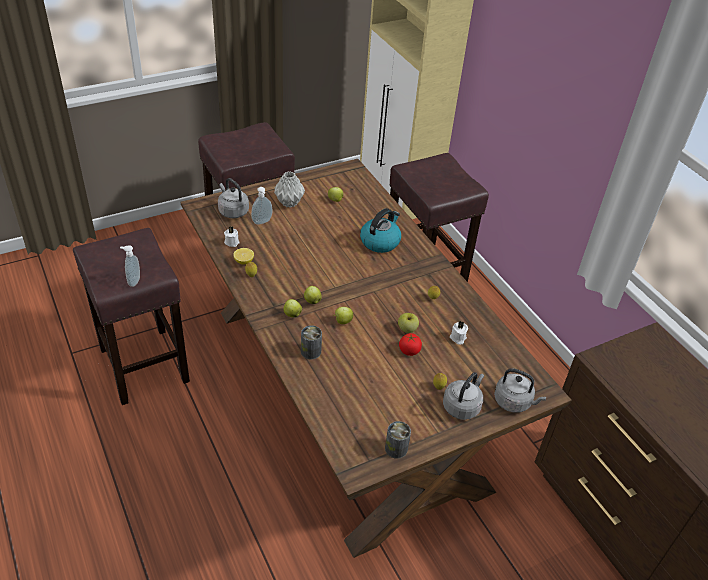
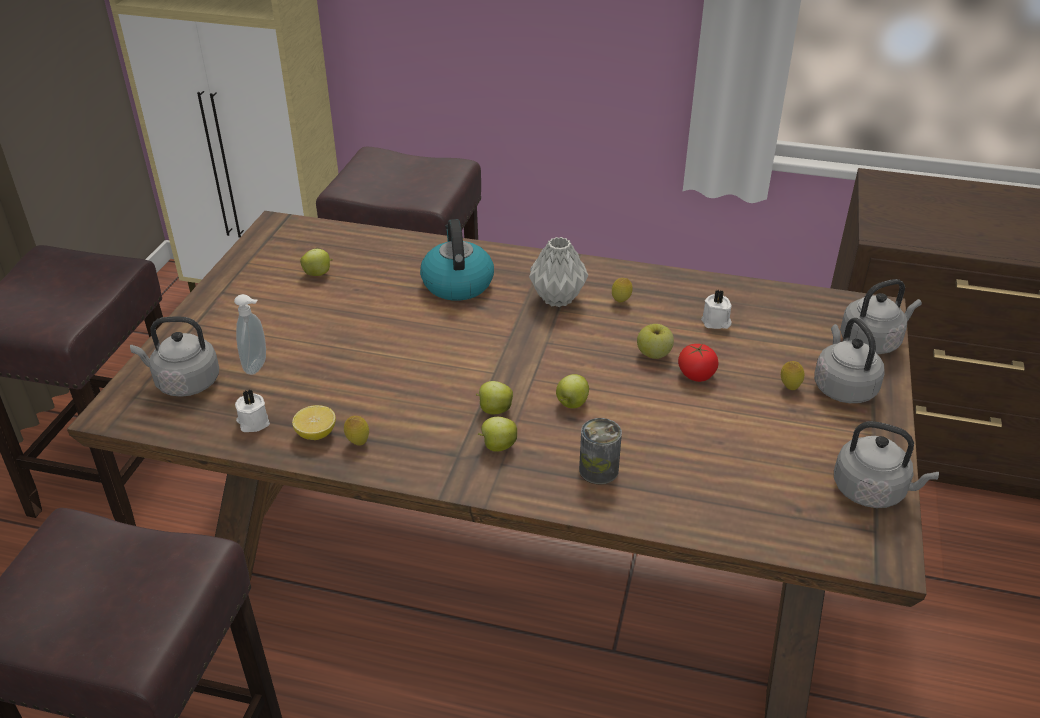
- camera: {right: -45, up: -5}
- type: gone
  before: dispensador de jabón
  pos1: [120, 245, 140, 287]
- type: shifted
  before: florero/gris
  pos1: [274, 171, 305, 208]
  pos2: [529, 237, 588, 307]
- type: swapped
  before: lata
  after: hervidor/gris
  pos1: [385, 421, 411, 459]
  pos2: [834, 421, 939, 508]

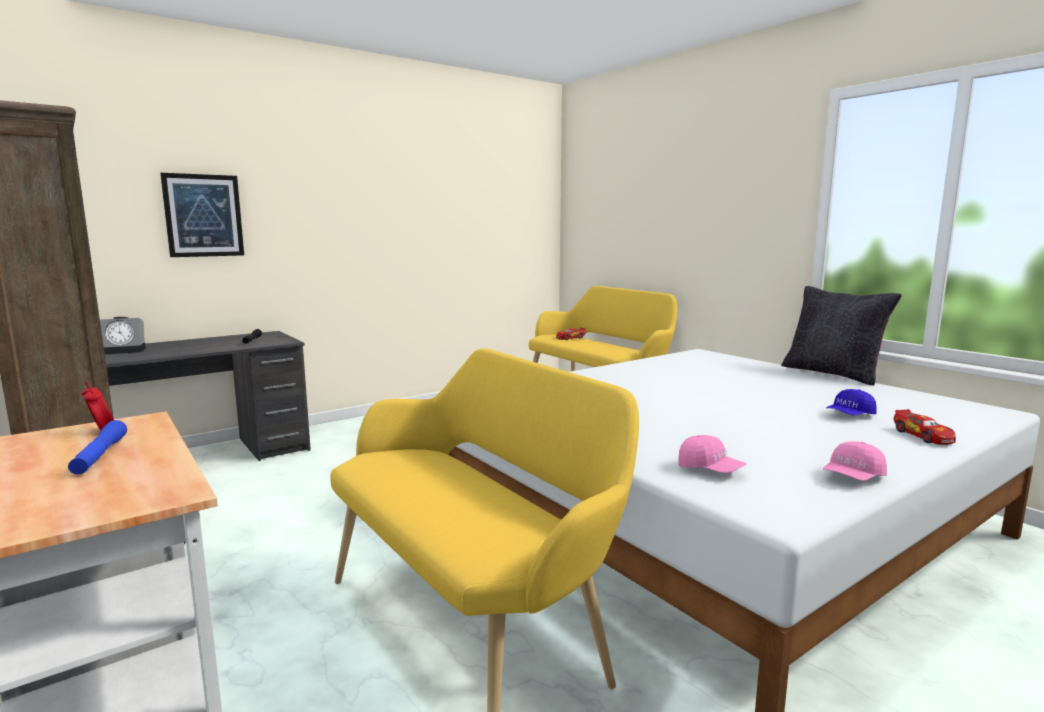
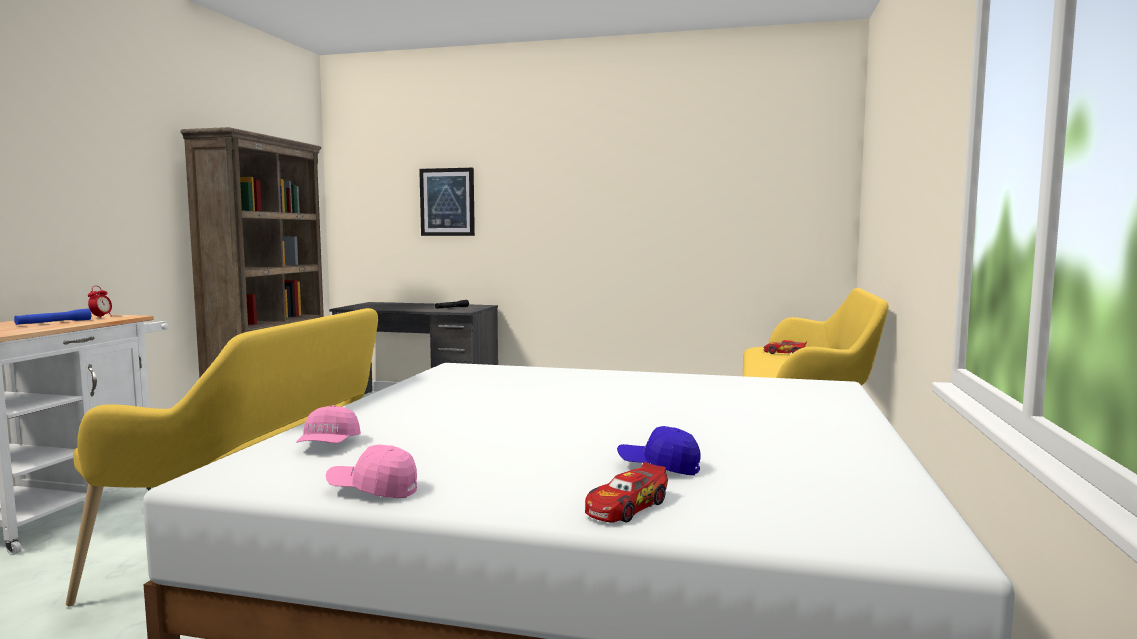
- camera: {right: 50, up: -5}
- type: gone
  before: despertador
  pos1: [100, 317, 146, 354]
- type: gone
  before: cojín/negro
  pos1: [781, 286, 902, 385]

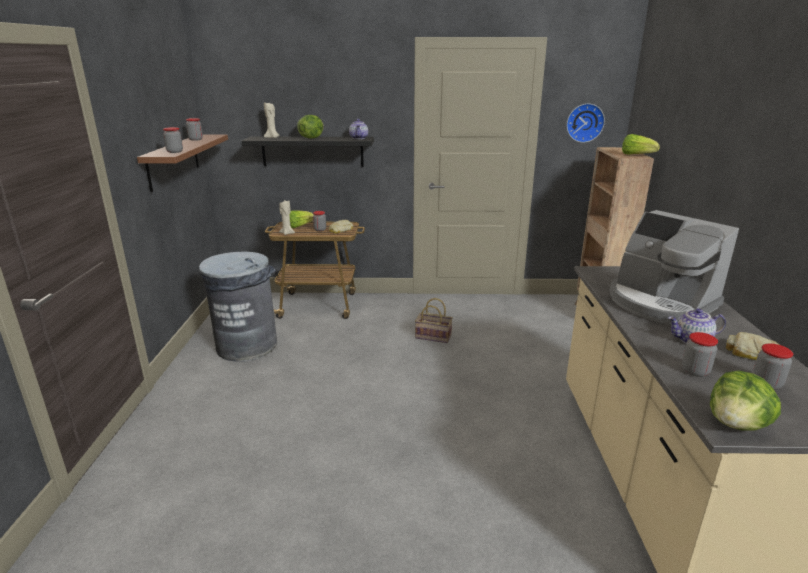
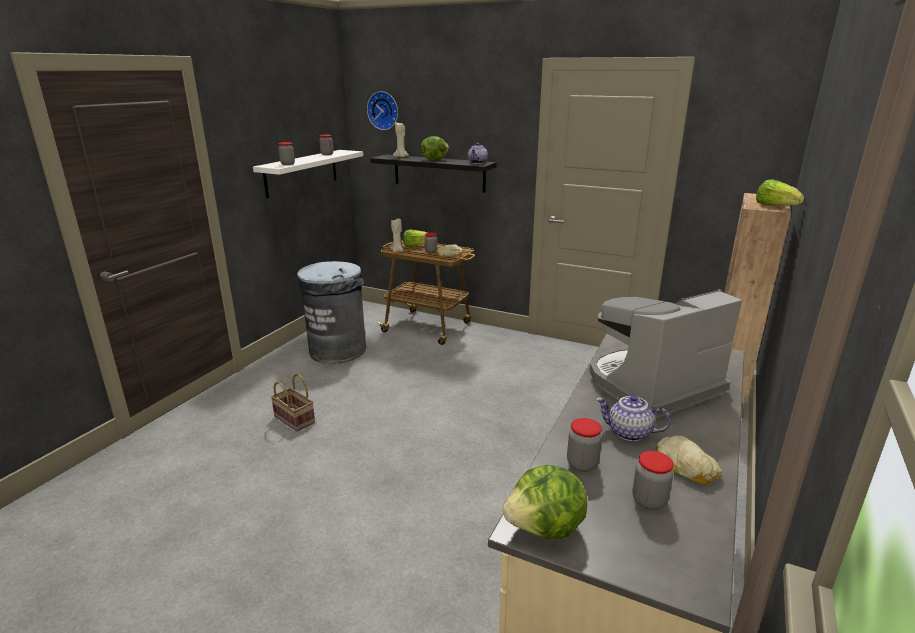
- camera: {right: 25, up: 0}
- type: shifted
  before: cesta
  pos1: [415, 298, 453, 343]
  pos2: [271, 374, 315, 431]
- type: shifted
  before: reloj de pared
  pos1: [566, 103, 605, 143]
  pos2: [367, 91, 398, 130]
- type: repainted
  before: estante/marrón
  after: estante/blanco
  pos1: [137, 135, 228, 192]
  pos2: [253, 150, 363, 198]
- type: rotated
  before: cafetera
  pos1: [609, 210, 739, 324]
  pos2: [589, 289, 742, 419]
  turn: 75

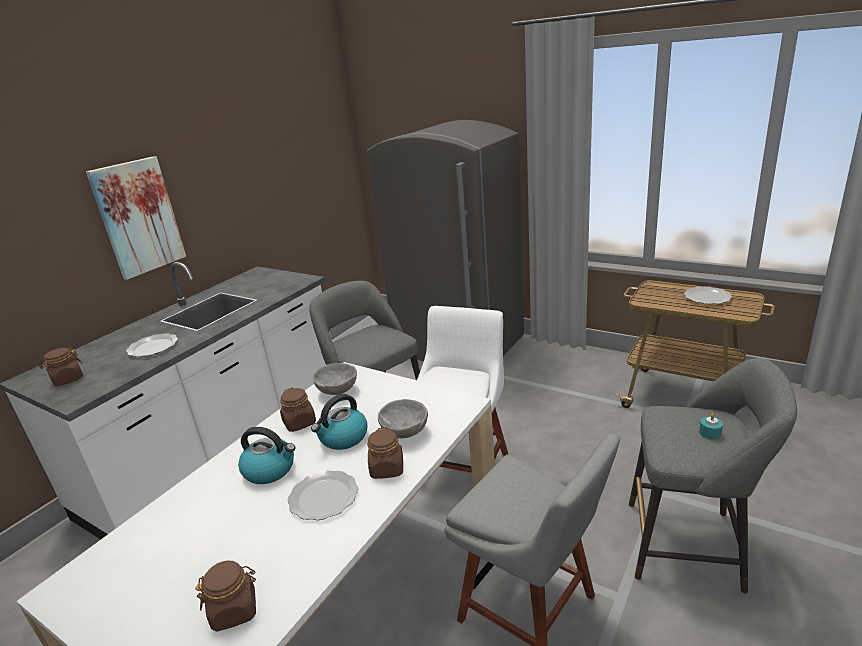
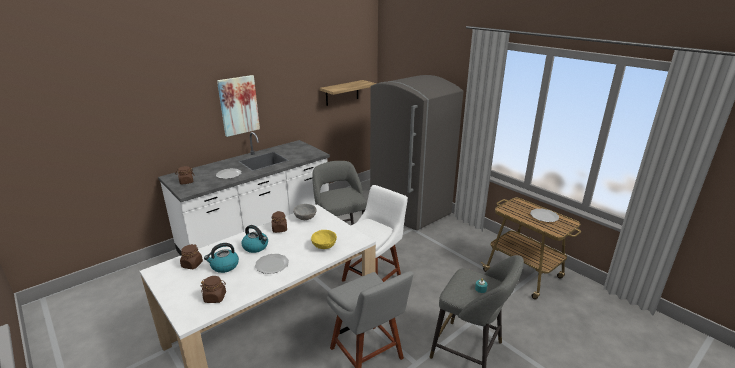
- camera: {right: 15, up: 0}
- type: new
  after: estante
  pos2: [320, 80, 377, 106]
- type: shifted
  before: hervidor
  pos1: [311, 394, 368, 450]
  pos2: [204, 243, 239, 273]
- type: shifted
  before: tarro/marrón
  pos1: [367, 427, 403, 479]
  pos2: [180, 244, 203, 269]
- type: repainted
  before: cuenco/gris
  after: cuenco/amarillo
  pos1: [378, 399, 428, 438]
  pos2: [311, 230, 337, 249]

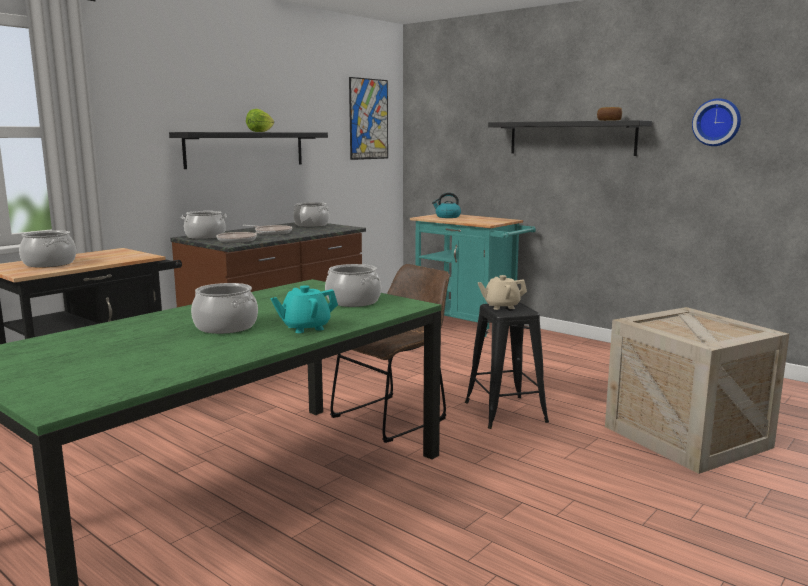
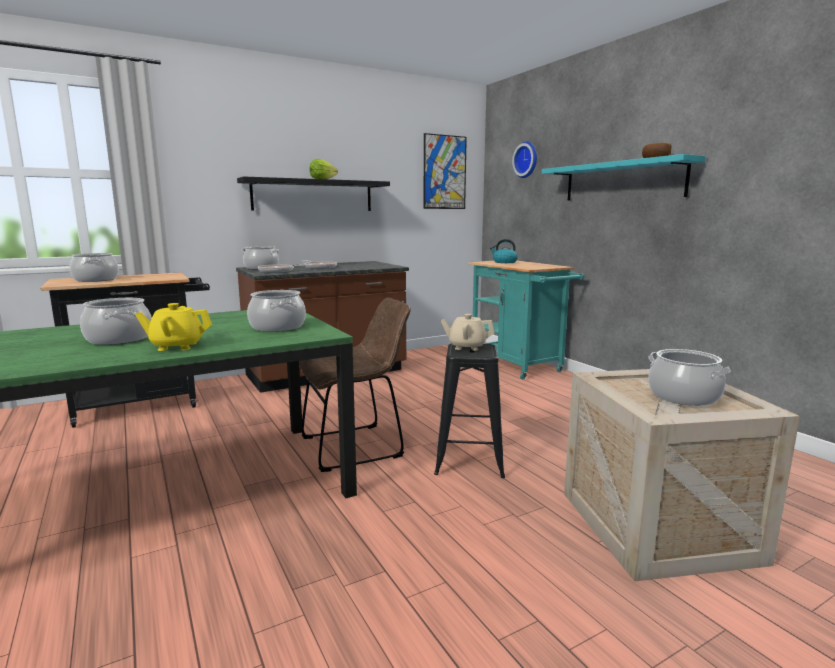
- camera: {right: 20, up: 0}
- type: shifted
  before: olla
  pos1: [293, 202, 329, 227]
  pos2: [648, 349, 731, 406]
- type: shifted
  before: reloj de pared
  pos1: [692, 98, 741, 146]
  pos2: [512, 142, 537, 178]
- type: repainted
  before: tetera/turquesa
  after: tetera/amarillo
  pos1: [271, 285, 338, 333]
  pos2: [135, 303, 212, 351]
- type: repainted
  before: estante/negro
  after: estante/turquesa
  pos1: [488, 120, 652, 156]
  pos2: [542, 154, 706, 201]

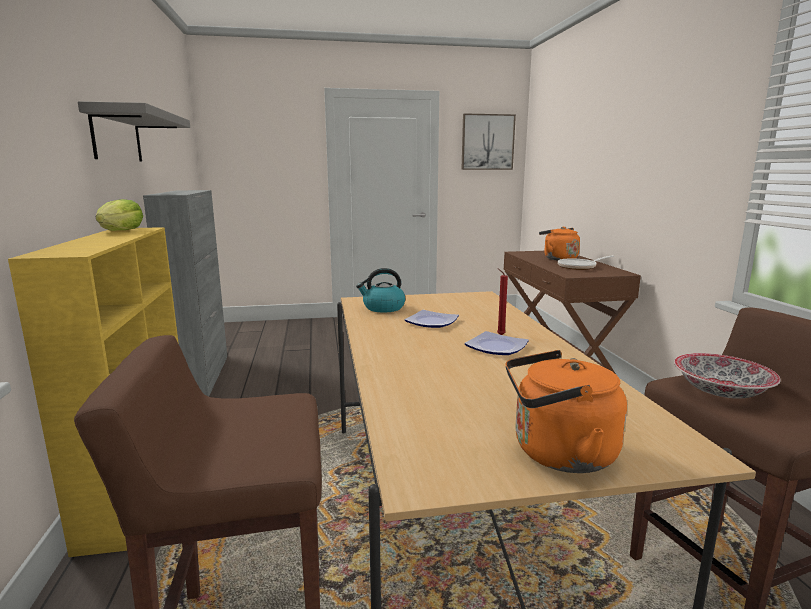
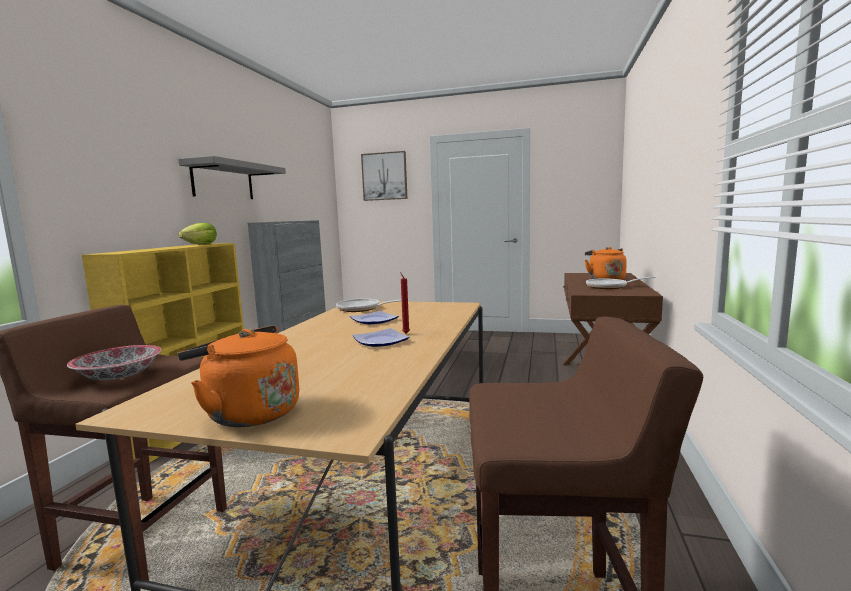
- camera: {right: 25, up: -5}
- type: shifted
  before: cuadro
  pos1: [461, 113, 516, 170]
  pos2: [361, 151, 407, 201]
- type: shifted
  before: cuenco
  pos1: [674, 353, 781, 399]
  pos2: [67, 345, 161, 380]
- type: swapped
  before: hervidor
  after: sartén
  pos1: [356, 268, 405, 313]
  pos2: [336, 299, 409, 312]

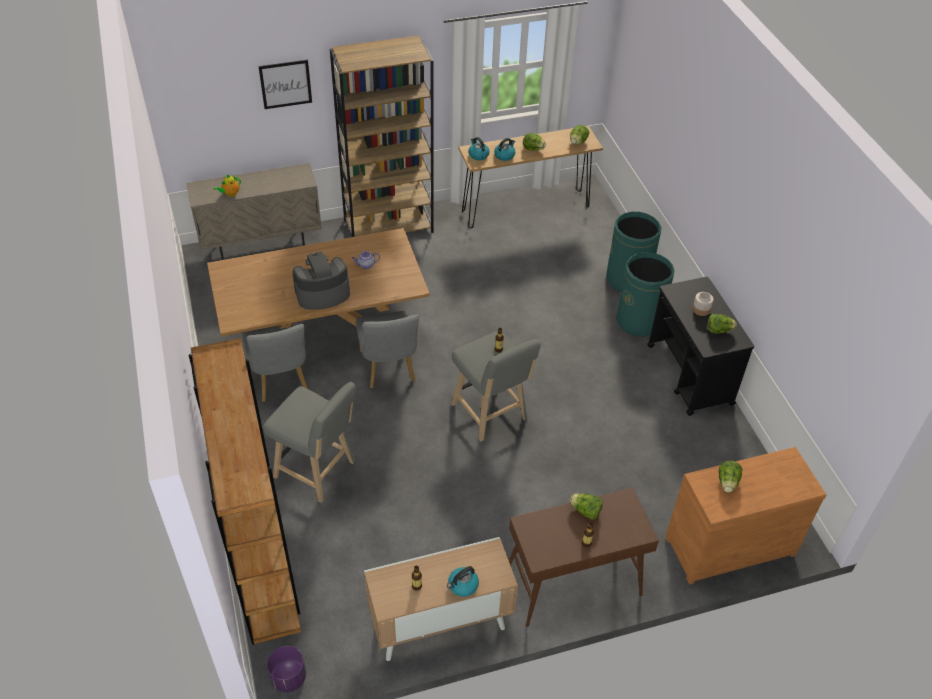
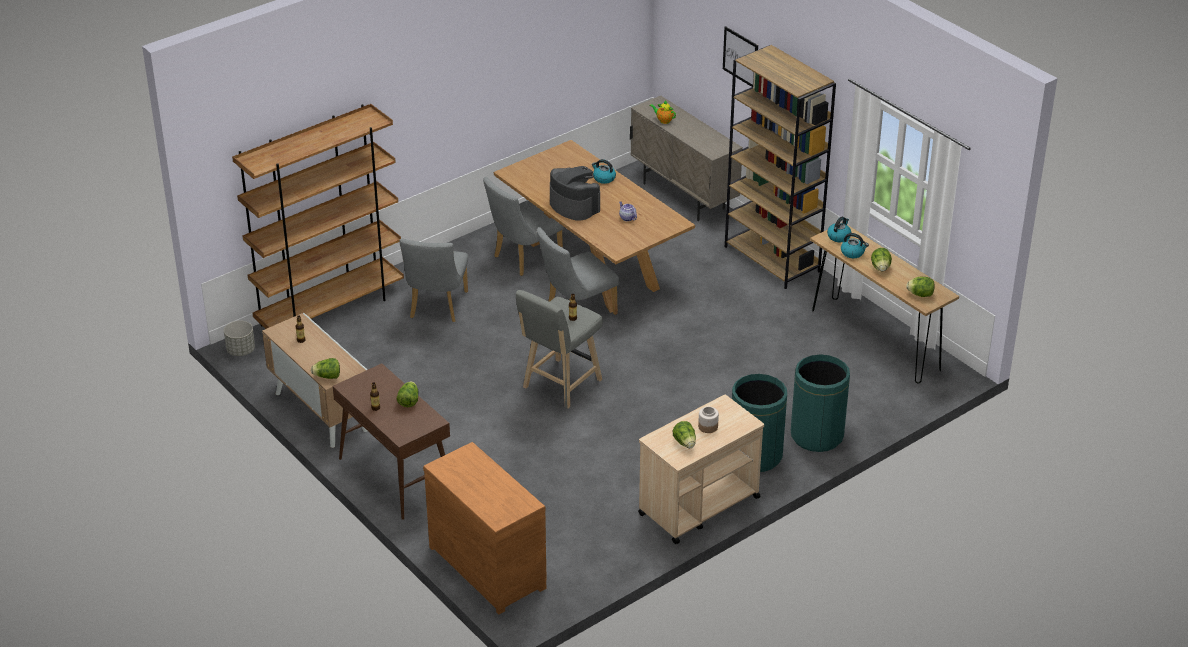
- camera: {right: 70, up: -10}
- type: shifted
  before: hervidor
  pos1: [447, 566, 479, 597]
  pos2: [592, 159, 616, 184]
- type: shifted
  before: lechuga
  pos1: [719, 461, 743, 492]
  pos2: [311, 358, 340, 379]
- type: swapped
  before: taburete/gris
  after: silla/gris
  pos1: [263, 382, 356, 503]
  pos2: [399, 239, 468, 322]
- type: repainted
  before: maceta/morado
  after: maceta/gris
  pos1: [267, 646, 306, 692]
  pos2: [224, 321, 255, 356]
- type: repainted
  before: carrito/negro
  after: carrito/beis
  pos1: [647, 277, 754, 416]
  pos2: [638, 395, 764, 544]

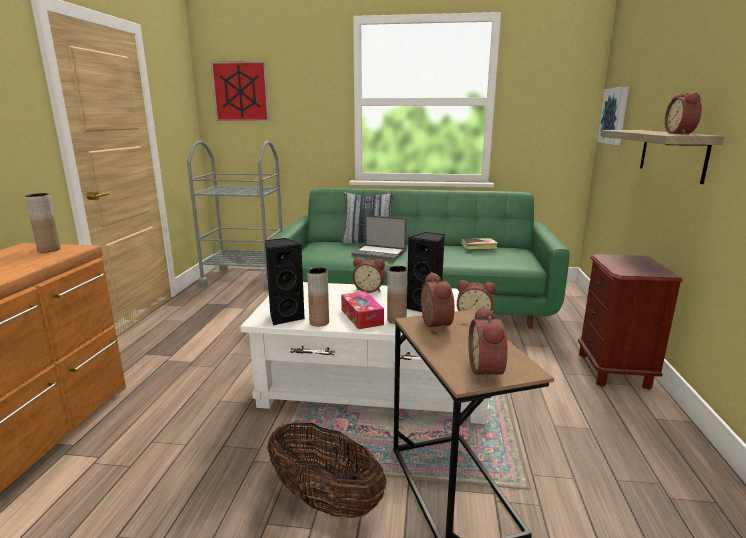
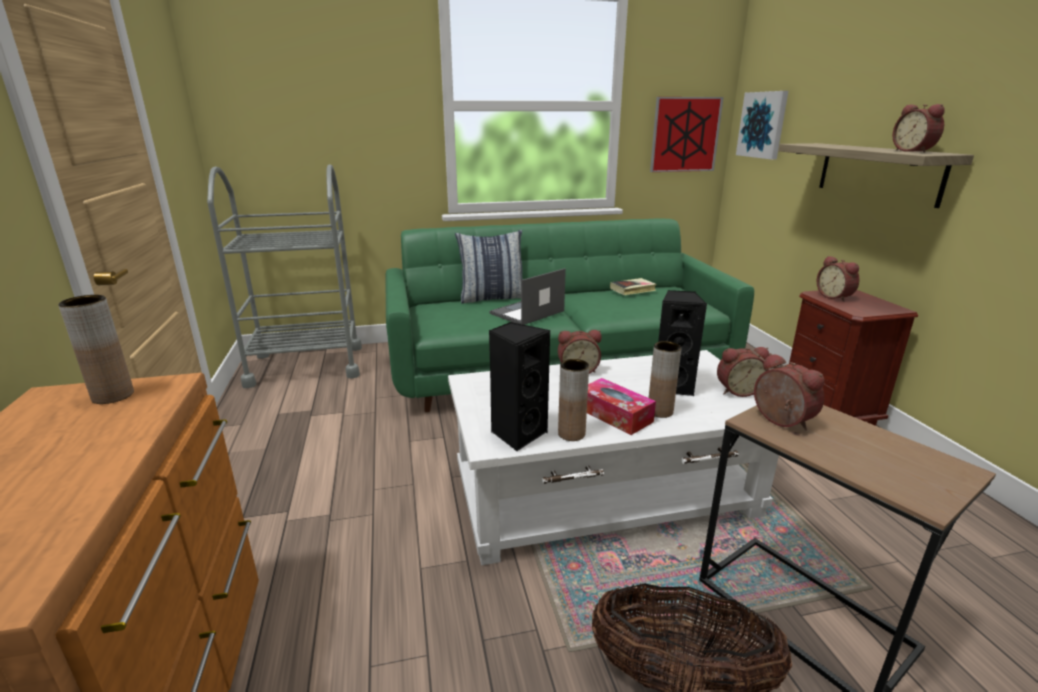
- camera: {right: -20, up: 5}
- type: shifted
  before: cuadro
  pos1: [211, 61, 269, 121]
  pos2: [650, 97, 724, 172]
- type: shifted
  before: despertador
  pos1: [468, 306, 508, 383]
  pos2: [817, 256, 860, 302]
- type: rotated
  before: portátil
  pos1: [351, 215, 407, 260]
  pos2: [489, 268, 566, 325]
  turn: 135

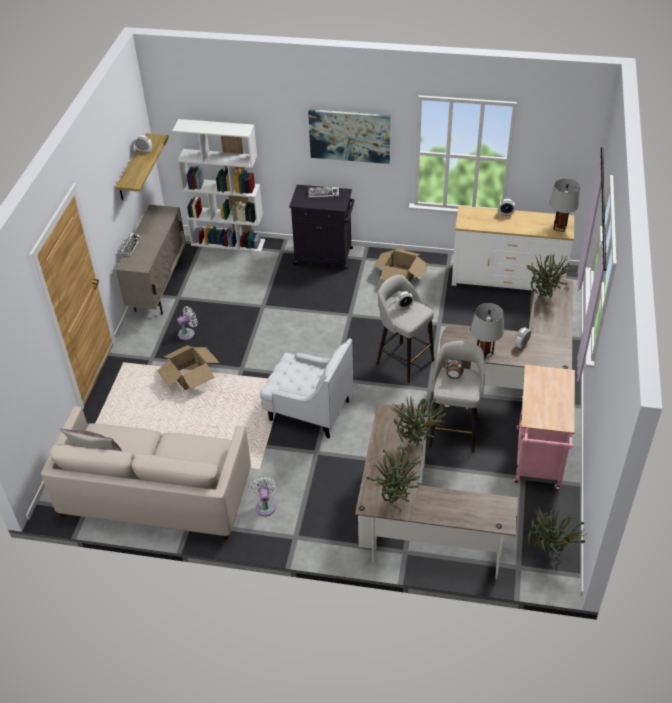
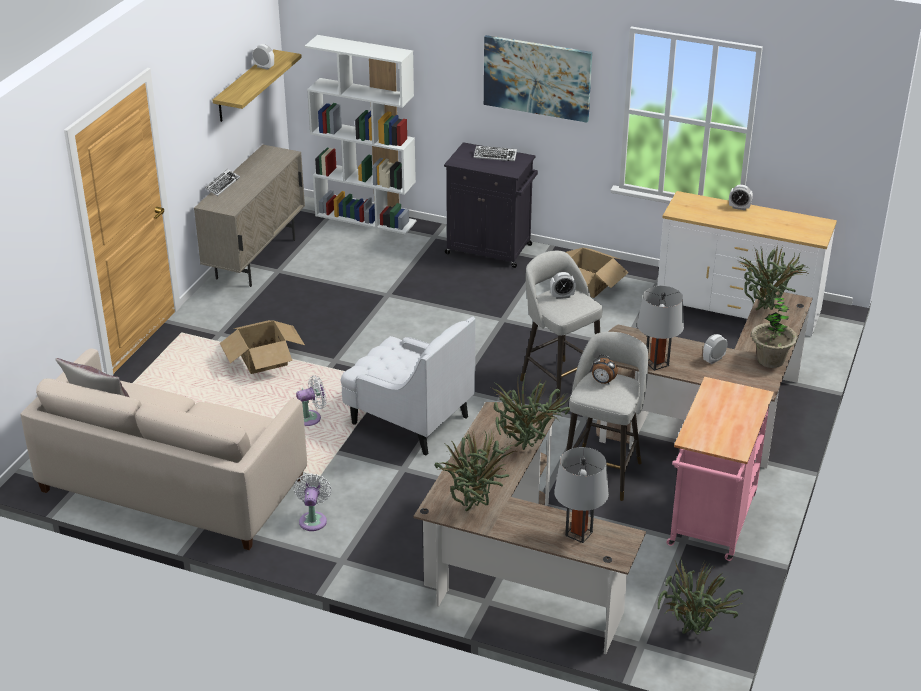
- camera: {right: 10, up: -10}
- type: new
  after: planta en maceta
  pos2: [751, 297, 798, 368]
- type: shifted
  before: ventilador/blanco
  pos1: [177, 306, 198, 340]
  pos2: [296, 376, 327, 426]
- type: shifted
  before: lámpara de mesa/gris
  pos1: [549, 179, 580, 232]
  pos2: [554, 447, 609, 543]

